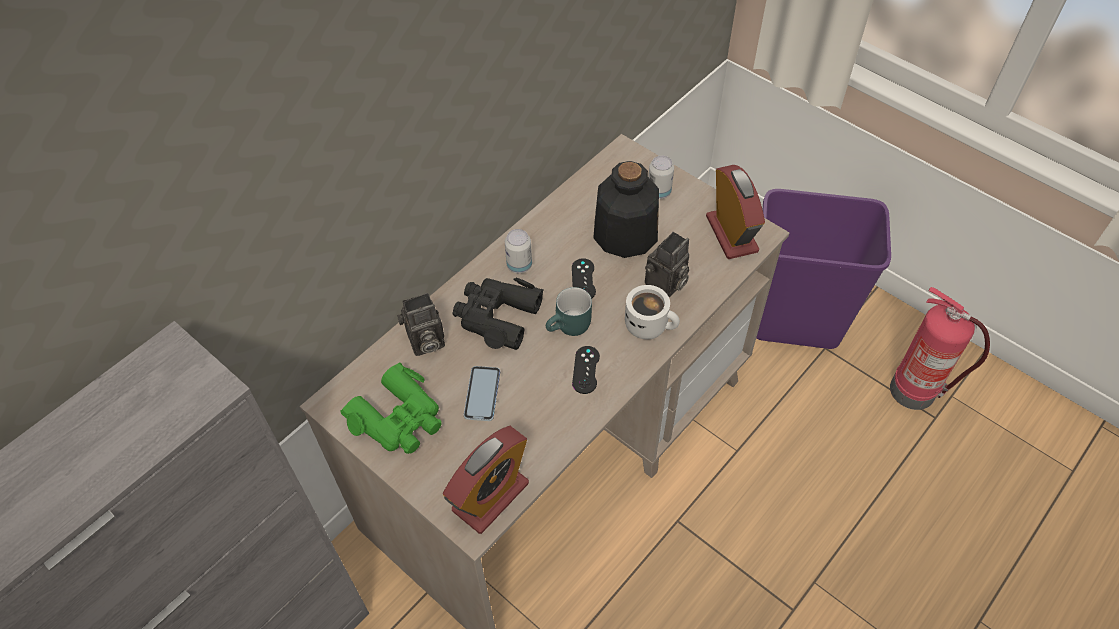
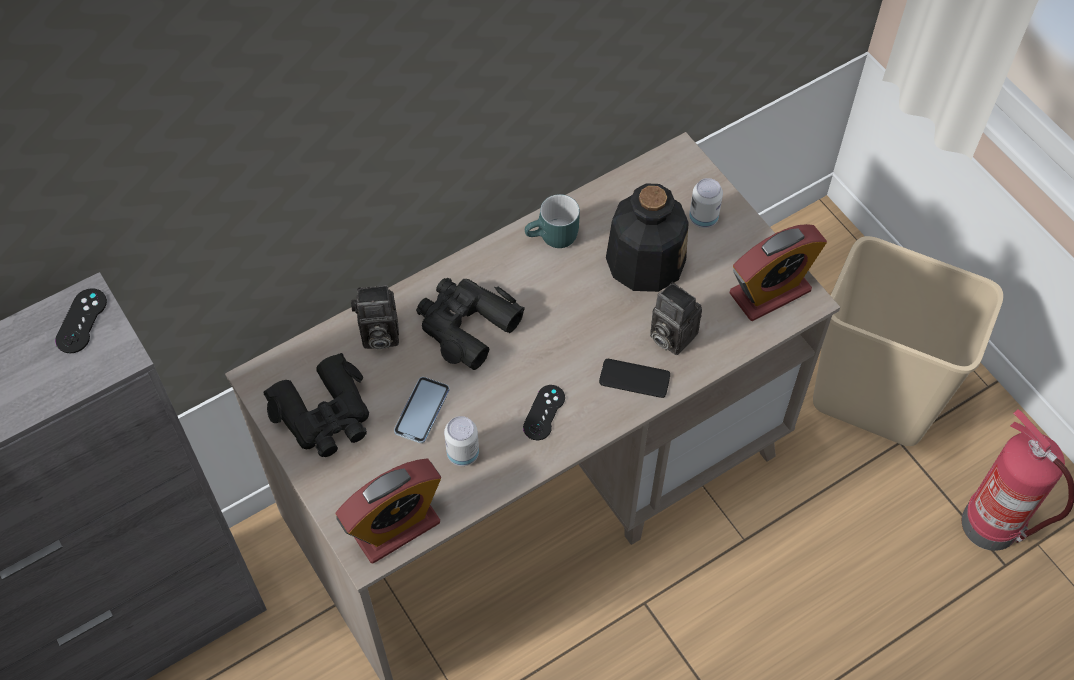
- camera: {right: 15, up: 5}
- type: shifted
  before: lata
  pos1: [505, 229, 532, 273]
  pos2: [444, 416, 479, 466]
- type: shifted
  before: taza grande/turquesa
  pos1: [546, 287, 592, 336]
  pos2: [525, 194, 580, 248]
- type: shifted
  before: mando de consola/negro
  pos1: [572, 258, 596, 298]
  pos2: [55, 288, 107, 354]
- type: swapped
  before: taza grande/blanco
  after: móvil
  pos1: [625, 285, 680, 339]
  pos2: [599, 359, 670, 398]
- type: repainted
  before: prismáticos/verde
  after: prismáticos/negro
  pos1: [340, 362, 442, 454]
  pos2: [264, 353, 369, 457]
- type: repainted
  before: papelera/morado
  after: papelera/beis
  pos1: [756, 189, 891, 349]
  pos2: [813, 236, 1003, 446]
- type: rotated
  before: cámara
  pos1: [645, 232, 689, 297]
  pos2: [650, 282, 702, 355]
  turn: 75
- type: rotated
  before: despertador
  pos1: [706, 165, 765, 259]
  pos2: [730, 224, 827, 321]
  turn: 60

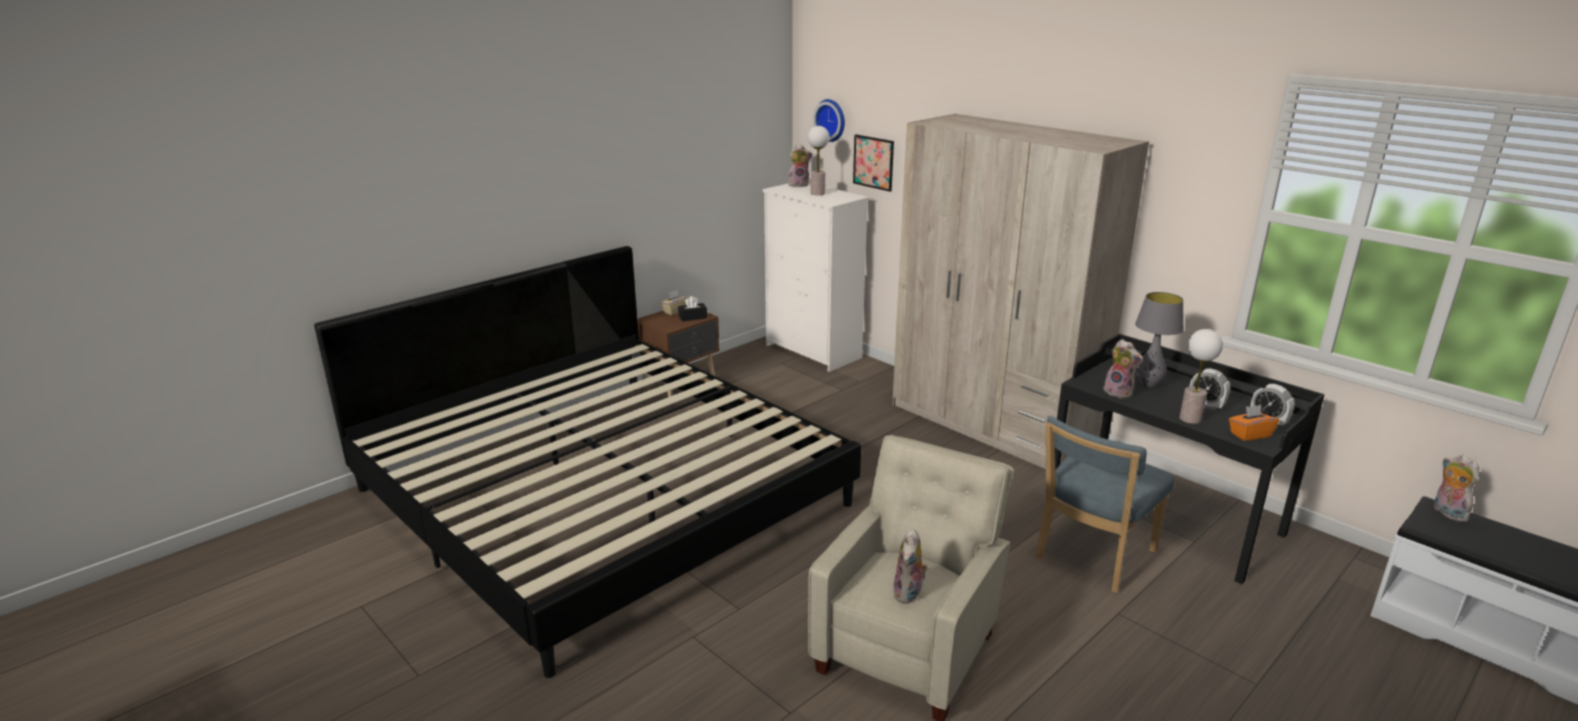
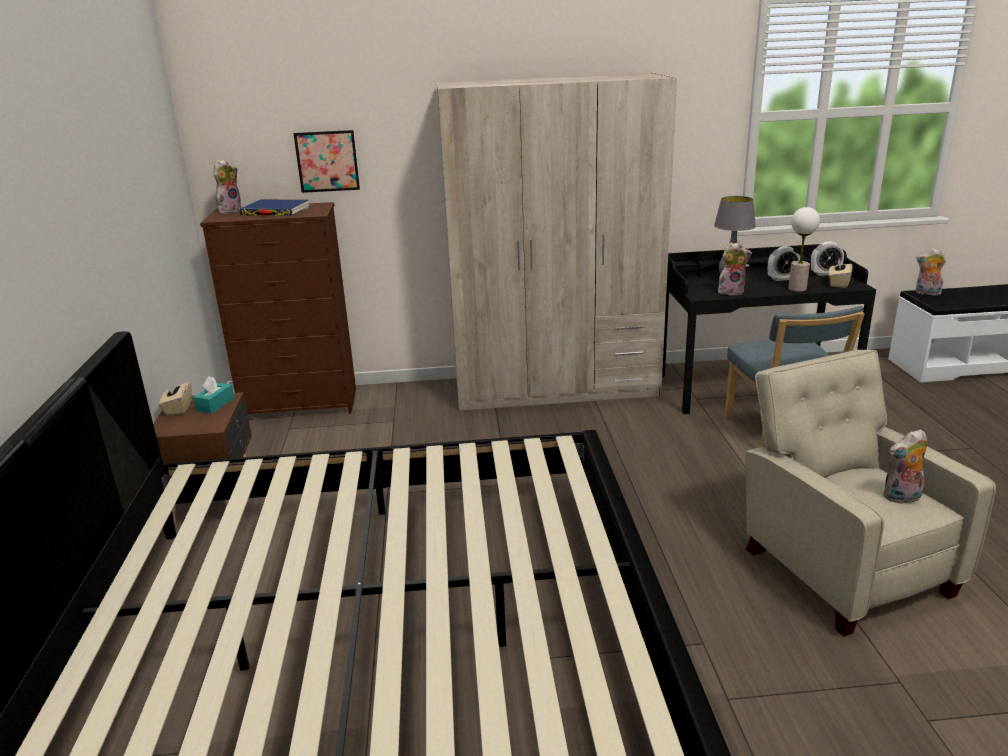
- camera: {right: -50, up: 0}
- type: gone
  before: reloj de pared
  pos1: [813, 99, 845, 142]
- type: swapped
  before: lámpara de mesa
  after: libro/azul
  pos1: [808, 126, 830, 195]
  pos2: [239, 199, 309, 215]
- type: repainted
  before: caja de pañuelos/negro
  after: caja de pañuelos/turquesa
  pos1: [678, 296, 707, 321]
  pos2: [193, 376, 235, 414]
- type: repainted
  before: cómoda/blanco
  after: cómoda/marrón
  pos1: [763, 183, 870, 372]
  pos2: [200, 202, 356, 414]
- type: repainted
  before: caja de pañuelos/naranja
  after: caja de pañuelos/beis
  pos1: [1229, 405, 1279, 441]
  pos2: [829, 258, 852, 288]
- type: rotated
  before: peluche
  pos1: [893, 529, 928, 604]
  pos2: [883, 429, 927, 504]
  turn: 105

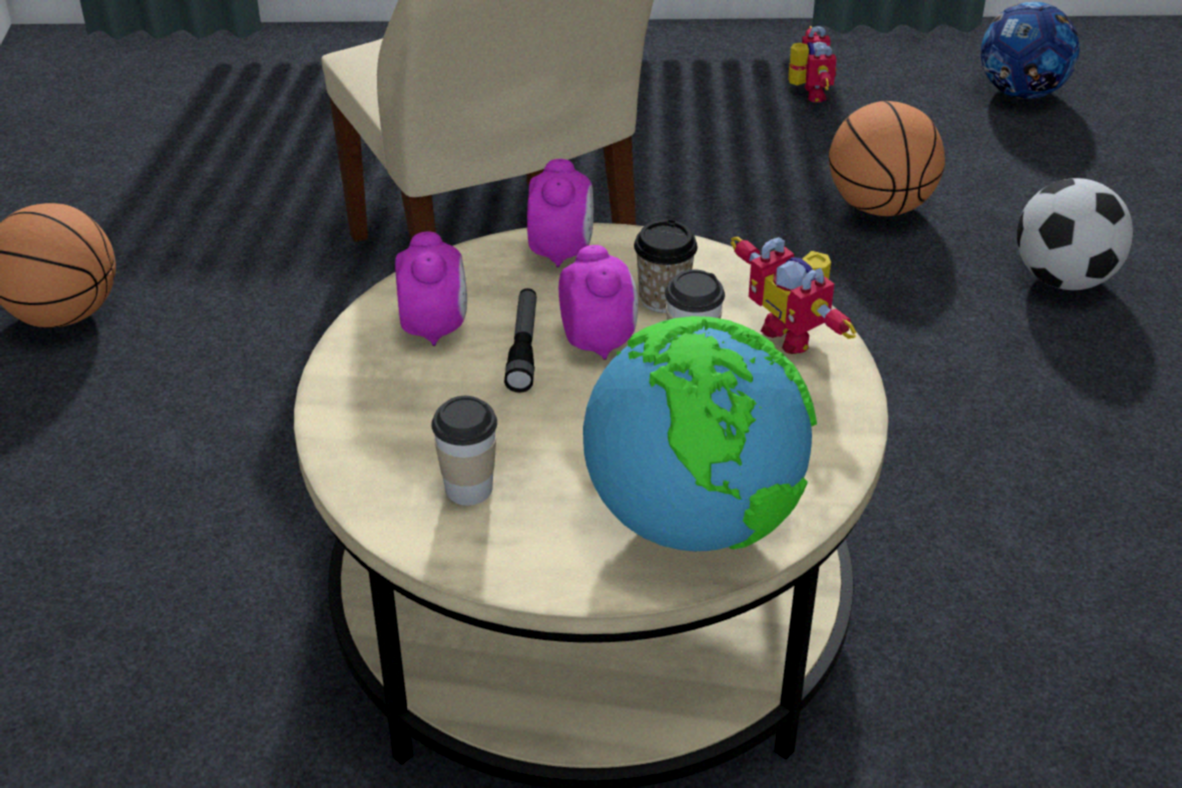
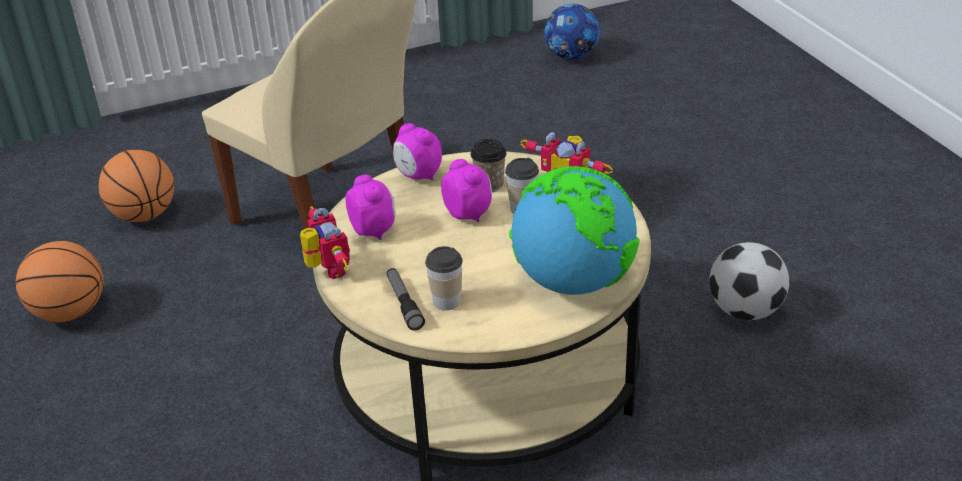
- camera: {right: -20, up: -5}
- type: shifted
  before: linterna
  pos1: [504, 288, 537, 393]
  pos2: [387, 268, 425, 331]
- type: shifted
  before: robot de juguete
  pos1: [788, 26, 837, 102]
  pos2: [300, 206, 350, 279]
- type: shifted
  before: balón de baloncesto
  pos1: [829, 101, 945, 216]
  pos2: [99, 150, 174, 222]
- type: shifted
  before: balón de fútbol
  pos1: [1017, 178, 1133, 290]
  pos2: [709, 242, 789, 320]
- type: rotated
  before: despertador
  pos1: [527, 159, 594, 267]
  pos2: [393, 123, 442, 181]
  turn: 150

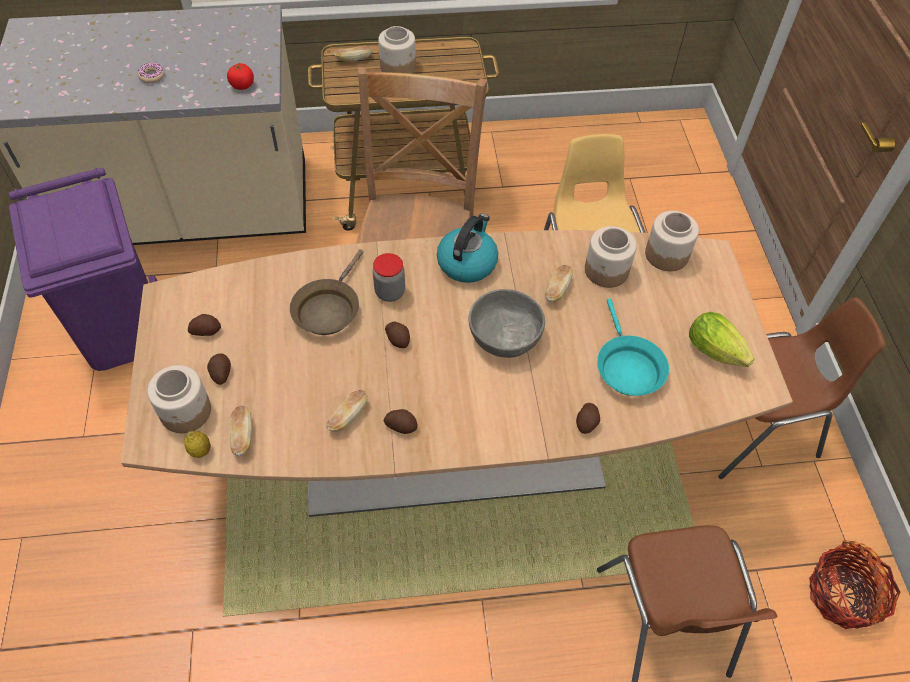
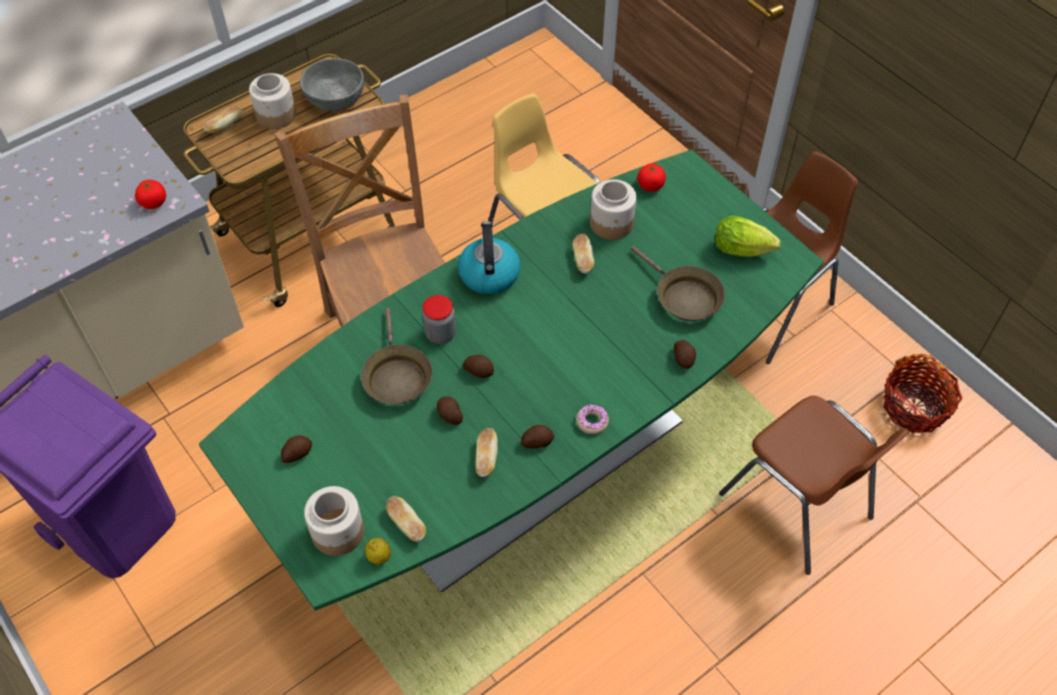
- camera: {right: -30, up: 0}
- type: shifted
  before: rosquilla
  pos1: [138, 63, 165, 83]
  pos2: [576, 405, 609, 434]
- type: shifted
  before: patata
  pos1: [207, 353, 231, 385]
  pos2: [437, 396, 463, 425]
- type: shifted
  before: cuenco/gris
  pos1: [469, 289, 545, 358]
  pos2: [300, 58, 364, 111]
- type: swapped
  before: tarro
  after: tomate
  pos1: [645, 211, 699, 271]
  pos2: [637, 163, 666, 191]
- type: repainted
  before: mesa de comedor/marrón
  after: mesa de comedor/verde
  pos1: [121, 230, 793, 517]
  pos2: [199, 150, 824, 611]
- type: repainted
  before: sartén/turquesa
  after: sartén/marrón
  pos1: [597, 299, 669, 396]
  pos2: [630, 246, 725, 321]

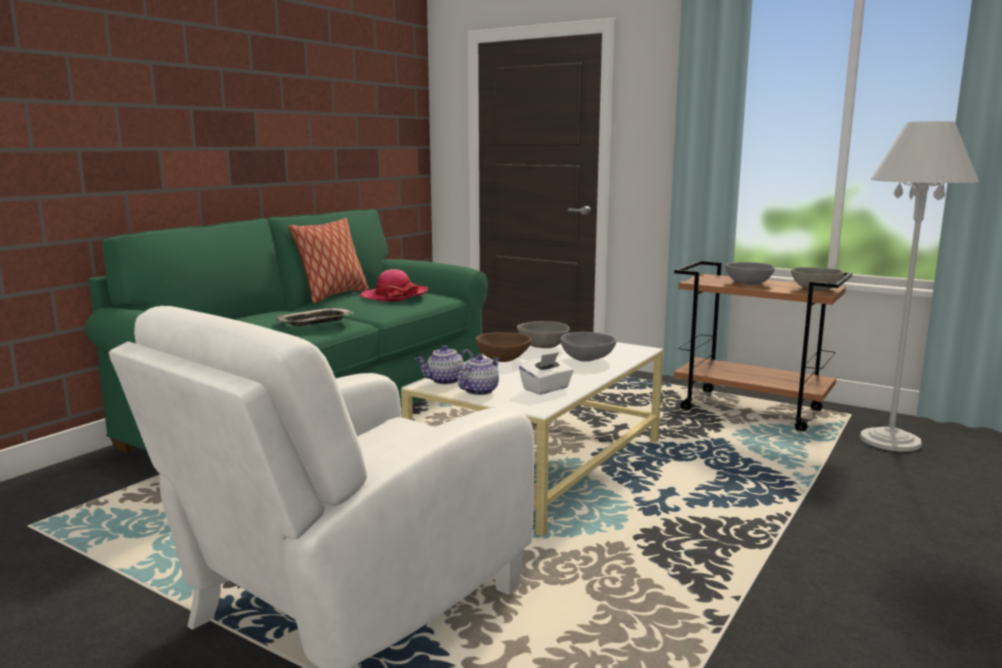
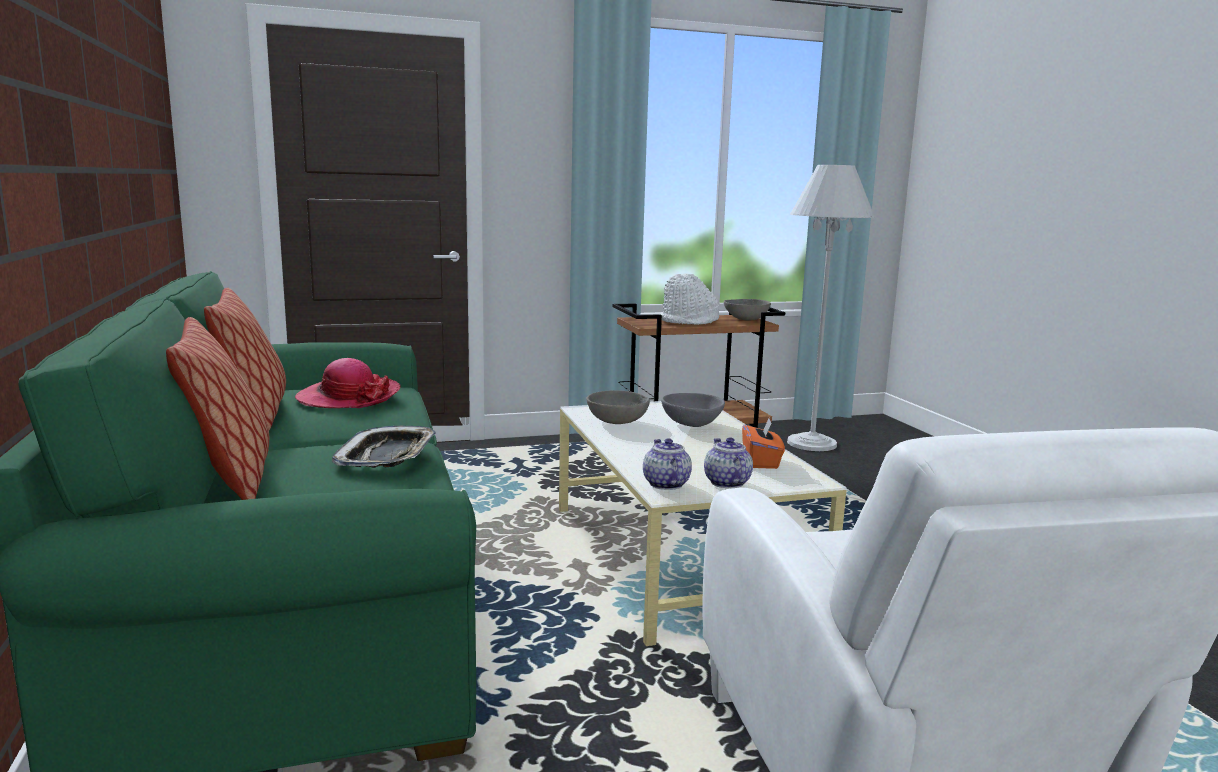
- camera: {right: -50, up: 0}
- type: gone
  before: cuenco/marrón
  pos1: [476, 332, 531, 362]
- type: new
  after: cojín
  pos2: [166, 317, 269, 500]
- type: swapped
  before: cuenco/gris
  after: sombrero/blanco
  pos1: [725, 262, 775, 285]
  pos2: [659, 273, 719, 325]
- type: repainted
  before: caja de pañuelos/blanco
  after: caja de pañuelos/naranja
  pos1: [519, 352, 574, 395]
  pos2: [742, 419, 785, 469]
- type: rotated
  before: tetera
  pos1: [415, 345, 474, 385]
  pos2: [643, 438, 692, 490]
  turn: 150

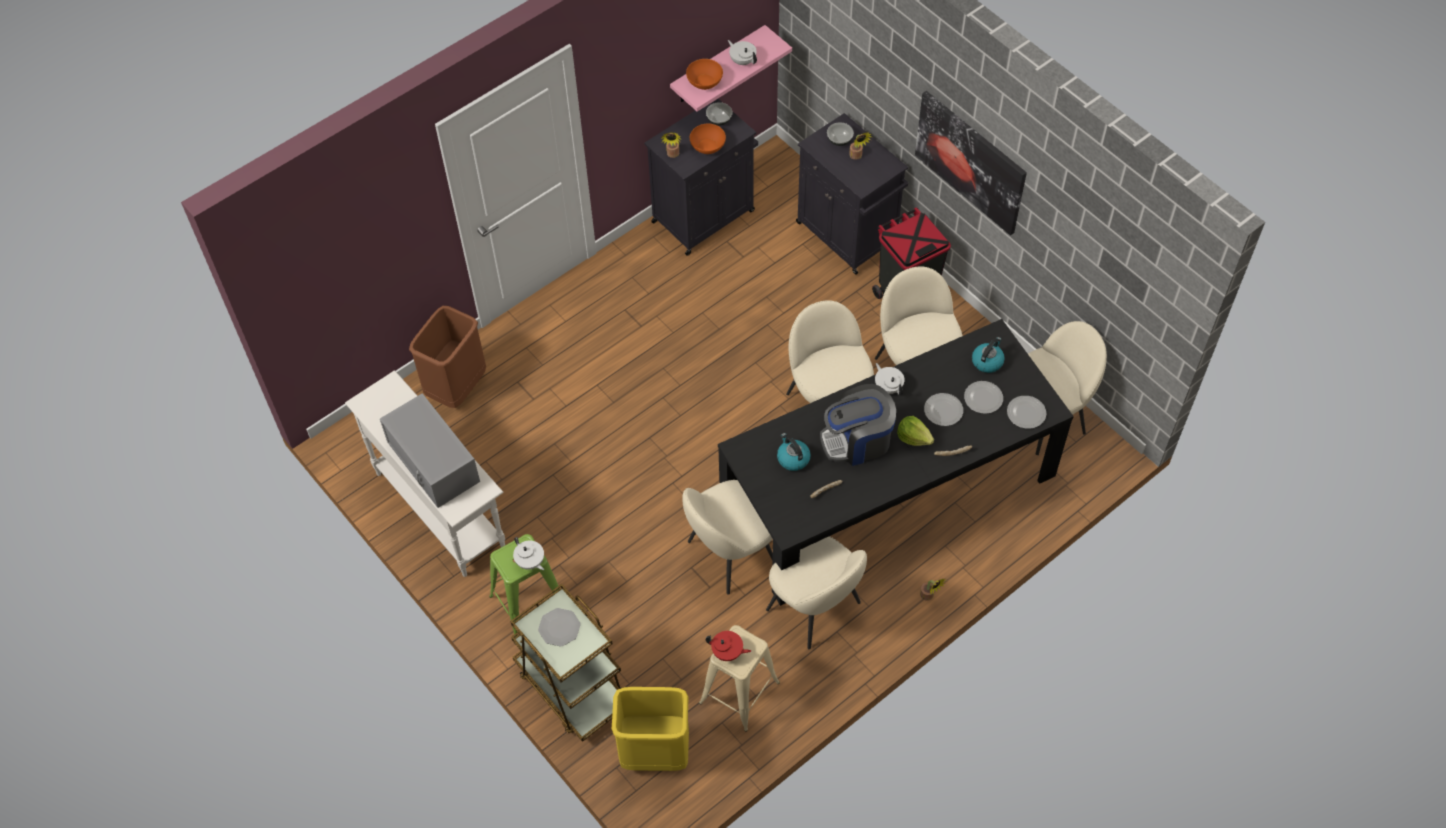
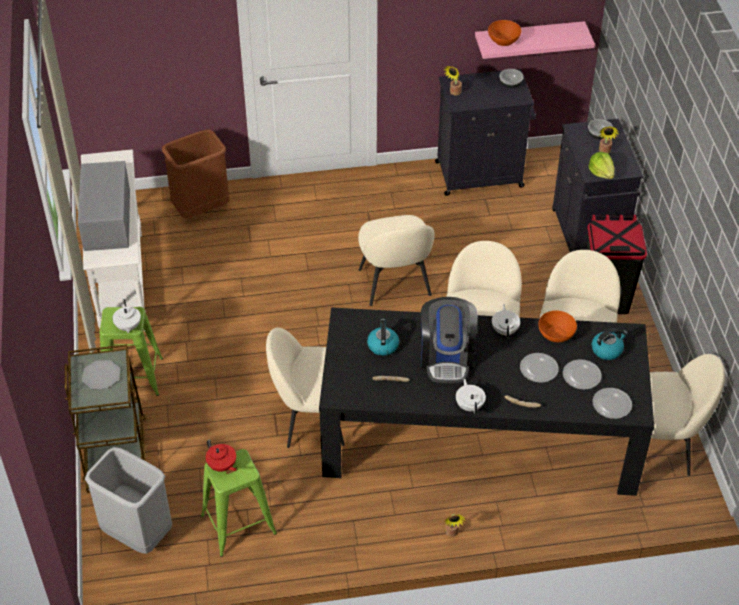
- camera: {right: 30, up: -10}
- type: gone
  before: cuadro
  pos1: [915, 91, 1027, 236]
- type: shifted
  before: cuenco/naranja
  pos1: [690, 124, 726, 154]
  pos2: [538, 310, 577, 342]
- type: shifted
  before: tetera/blanco
  pos1: [728, 40, 757, 65]
  pos2: [456, 379, 486, 414]
- type: shifted
  before: silla/beis
  pos1: [766, 536, 867, 649]
  pos2: [358, 215, 435, 306]
- type: shifted
  before: lechuga
  pos1: [897, 416, 934, 446]
  pos2: [588, 152, 615, 179]
- type: repainted
  before: papelera/amarillo
  after: papelera/gris
  pos1: [612, 687, 689, 771]
  pos2: [85, 447, 172, 554]
- type: repainted
  before: taburete/beis
  after: taburete/verde
  pos1: [699, 625, 780, 732]
  pos2: [201, 449, 277, 557]
- type: rotated
  before: cafetera
  pos1: [820, 384, 896, 466]
  pos2: [421, 297, 478, 383]
  turn: -105

